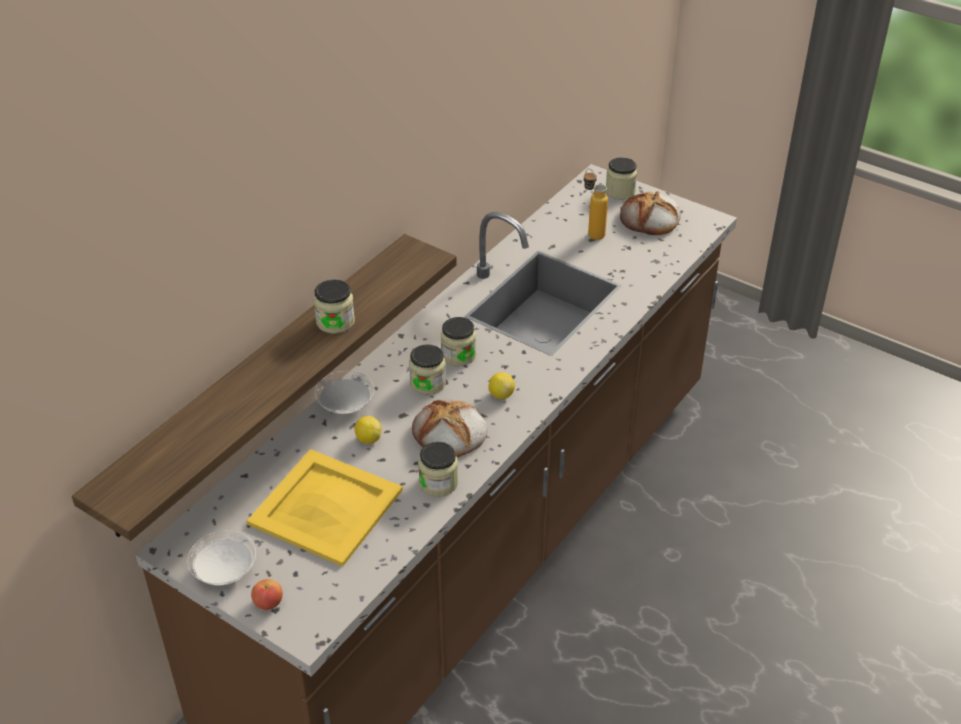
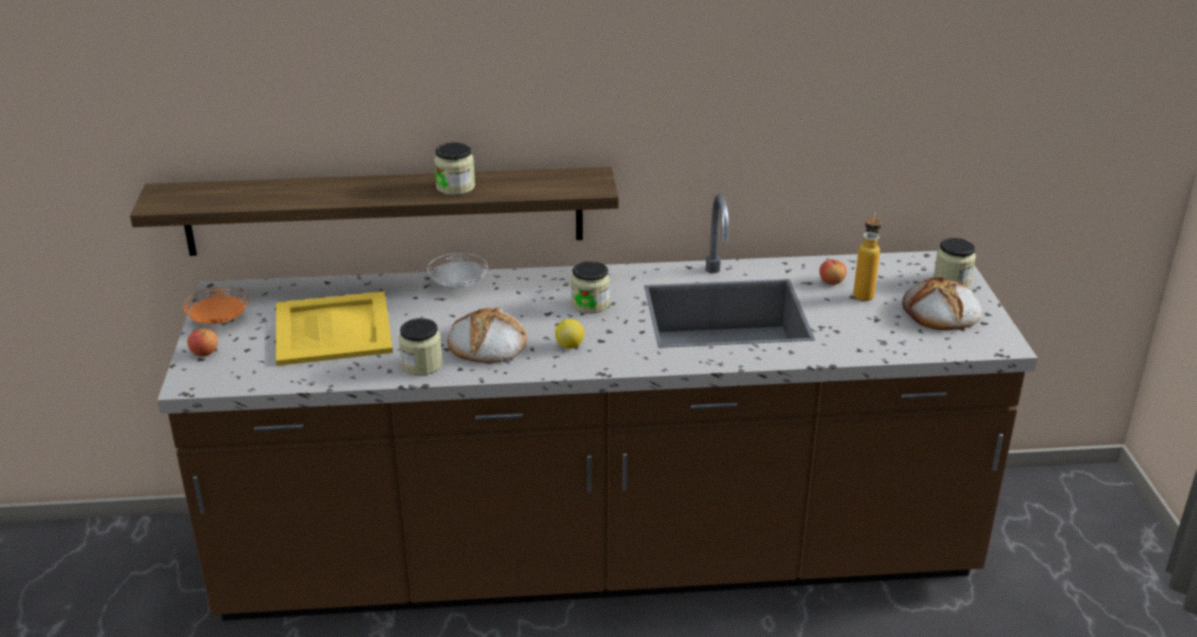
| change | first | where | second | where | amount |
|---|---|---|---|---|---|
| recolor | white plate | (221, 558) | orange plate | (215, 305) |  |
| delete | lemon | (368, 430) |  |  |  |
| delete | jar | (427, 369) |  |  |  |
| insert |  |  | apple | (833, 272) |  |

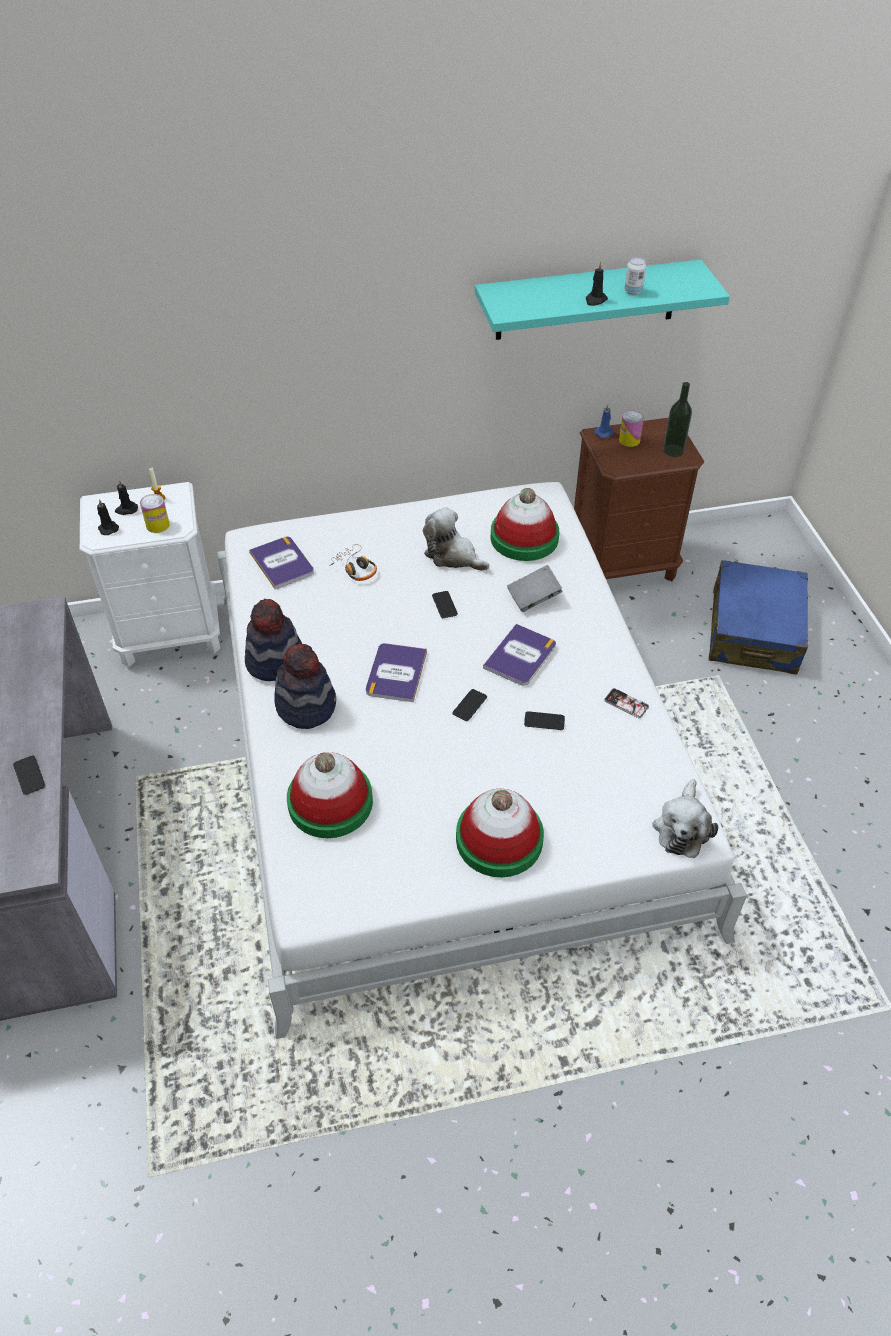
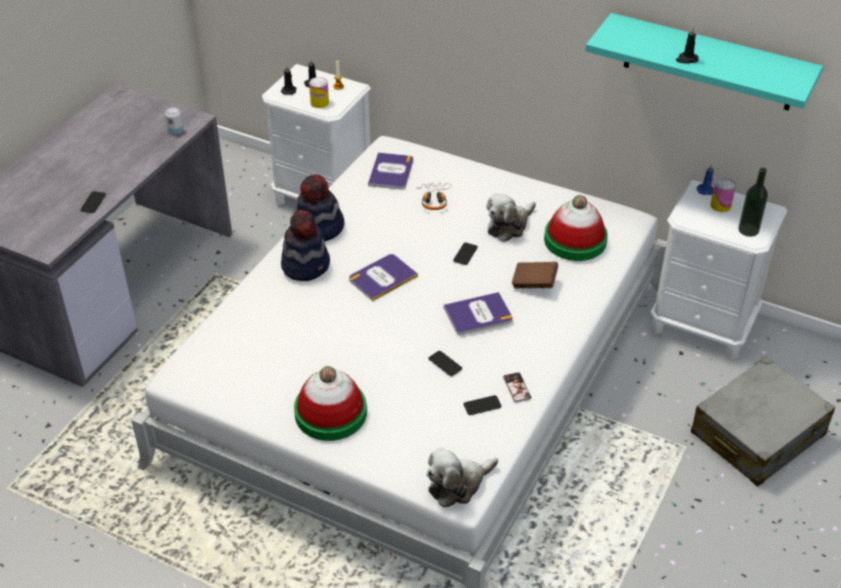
| change | first | where | second | where | amount |
|---|---|---|---|---|---|
| delete | hat | (330, 795) |  |  |  |
| rotate | plush toy | (456, 539) |  | (511, 218) | 120 degrees counterclockwise |
| move | phone | (469, 705) |  | (482, 405) |  |
| recolor | grey book | (535, 588) | brown book | (535, 275) |  |
| recolor | brown nightstand | (639, 499) | white nightstand | (718, 270) |  |
| move | can | (635, 276) |  | (174, 121) |  |
| recolor | blue suitcase | (758, 617) | grey suitcase | (763, 421) |  |

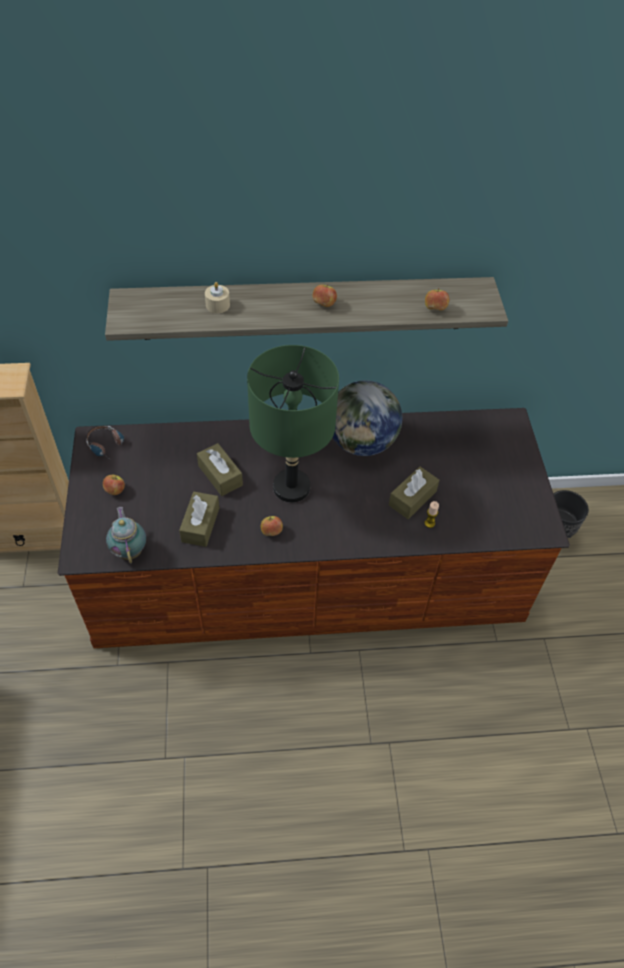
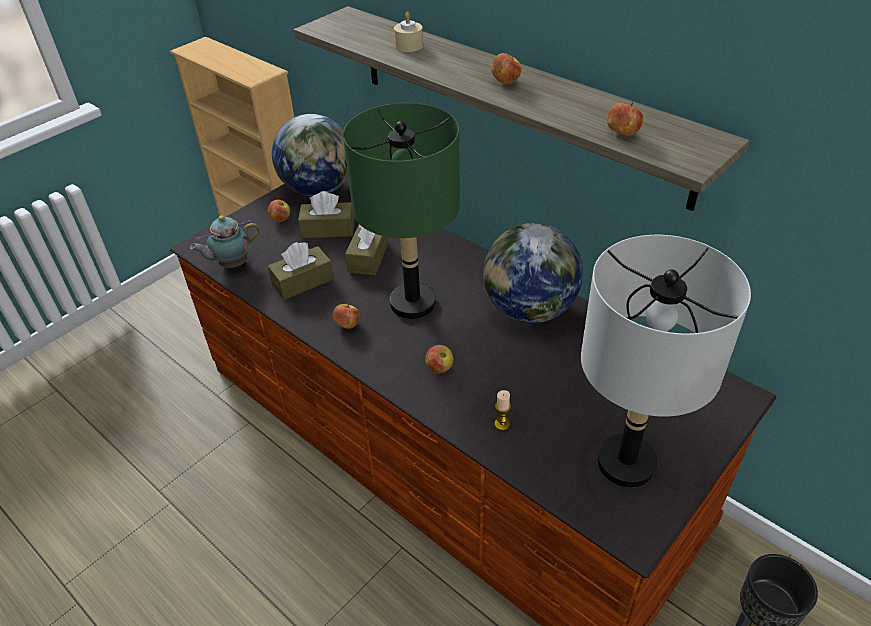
| change | first | where | second | where | amount |
|---|---|---|---|---|---|
| replace | headphones | (105, 444) | globe | (310, 155) |  |
| rotate | teapot | (126, 535) |  | (225, 241) | 150 degrees counterclockwise |
| move | brown tissue box | (414, 492) |  | (326, 214) |  |
| insert |  |  | apple | (439, 359) |  |
| insert |  |  | grey table lamp | (666, 361) |  |

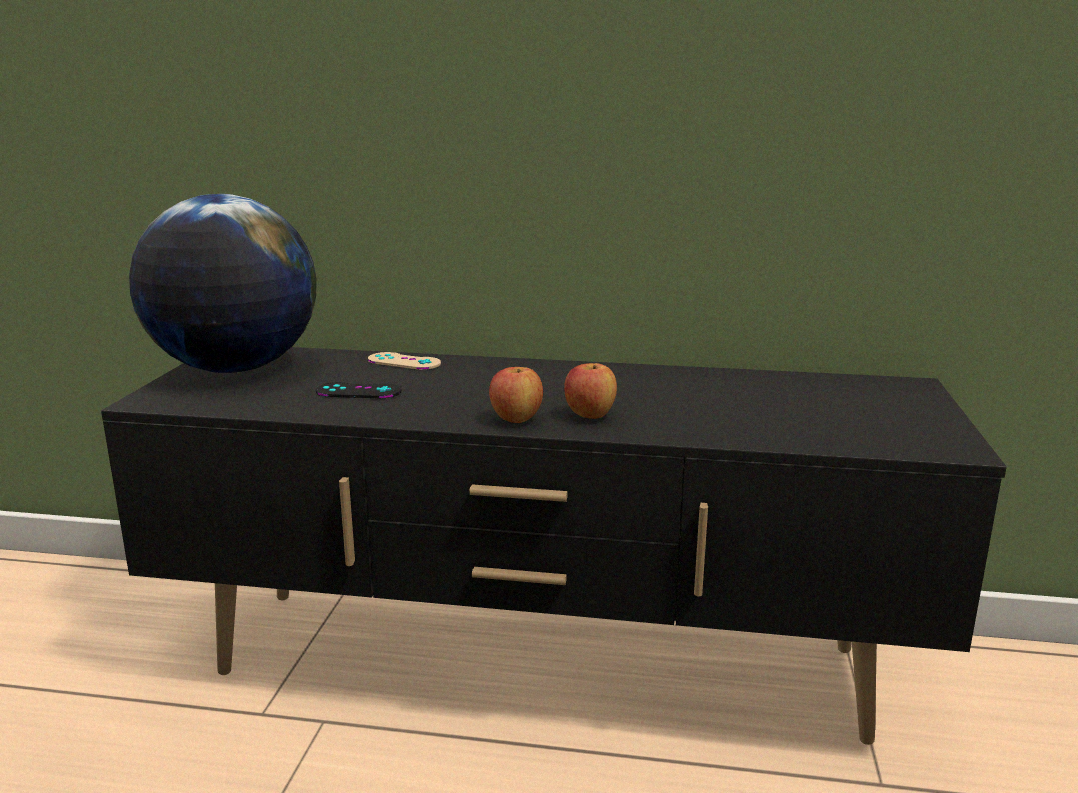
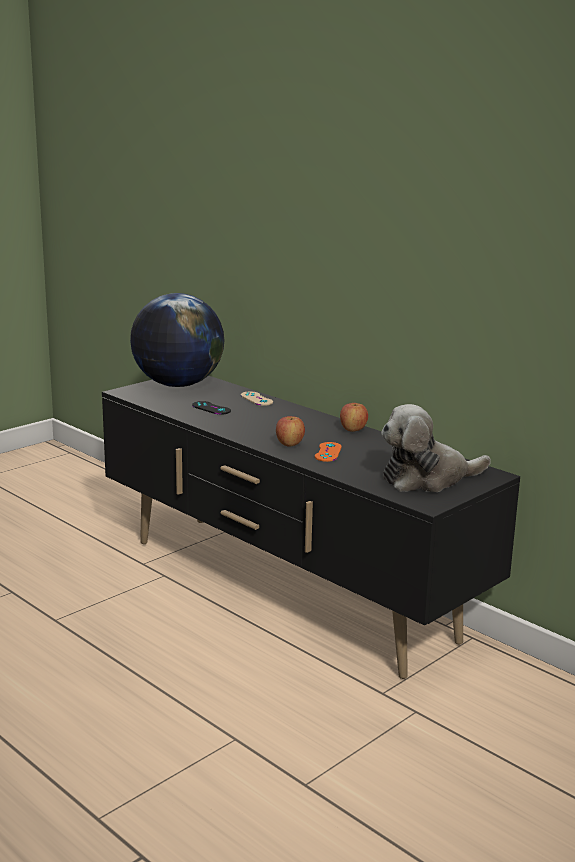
| change | first | where | second | where | amount |
|---|---|---|---|---|---|
| move | apple | (516, 395) |  | (354, 417) |  |
| insert |  |  | orange game controller | (328, 452) |  |
| insert |  |  | plush toy | (436, 448) |  |

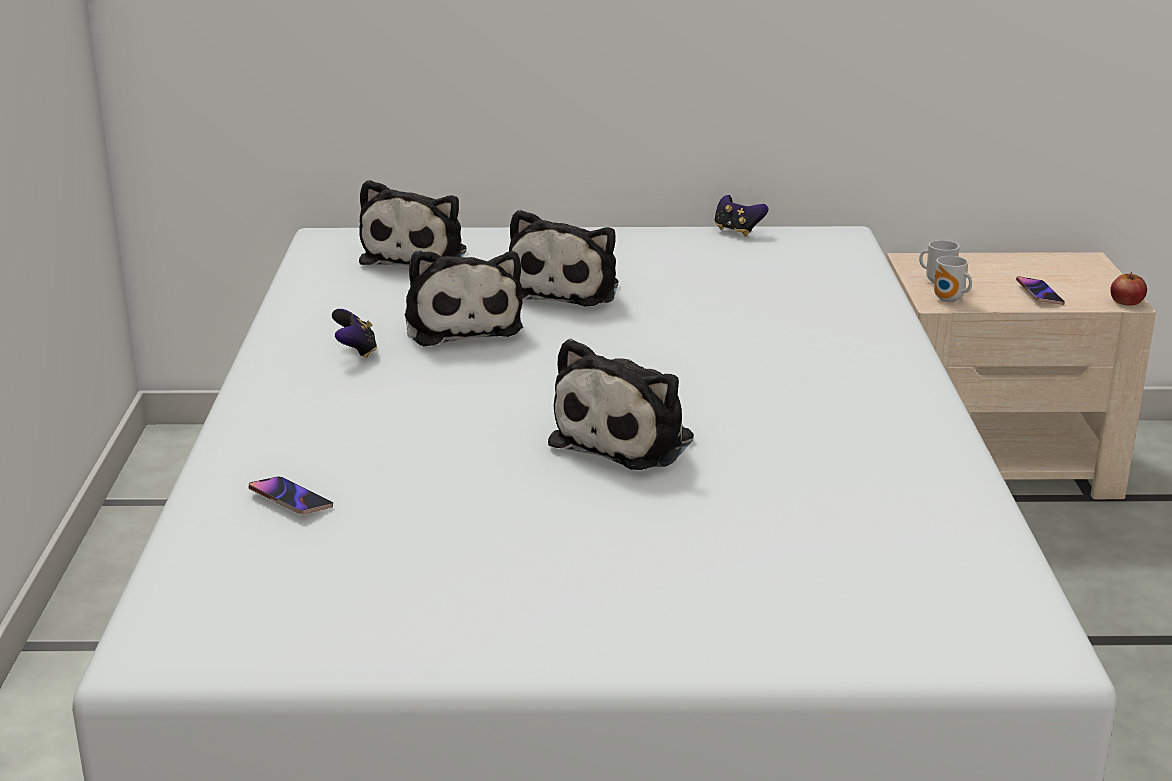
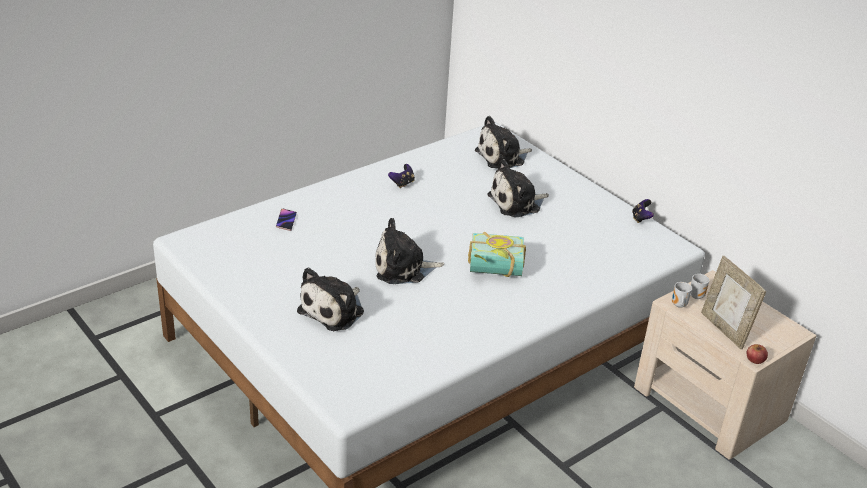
| change | first | where | second | where | amount |
|---|---|---|---|---|---|
| move | plush toy | (464, 298) |  | (330, 299) |  |
| replace | phone | (1040, 290) | picture frame | (733, 302) |  |
| insert |  |  | book | (497, 254) |  |

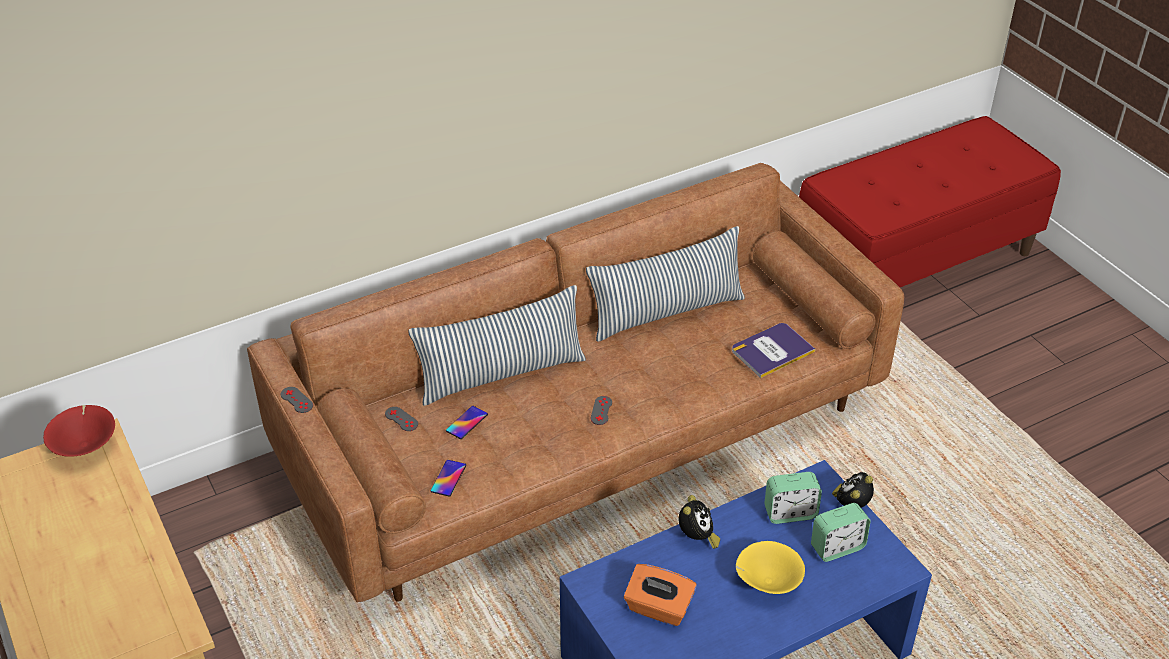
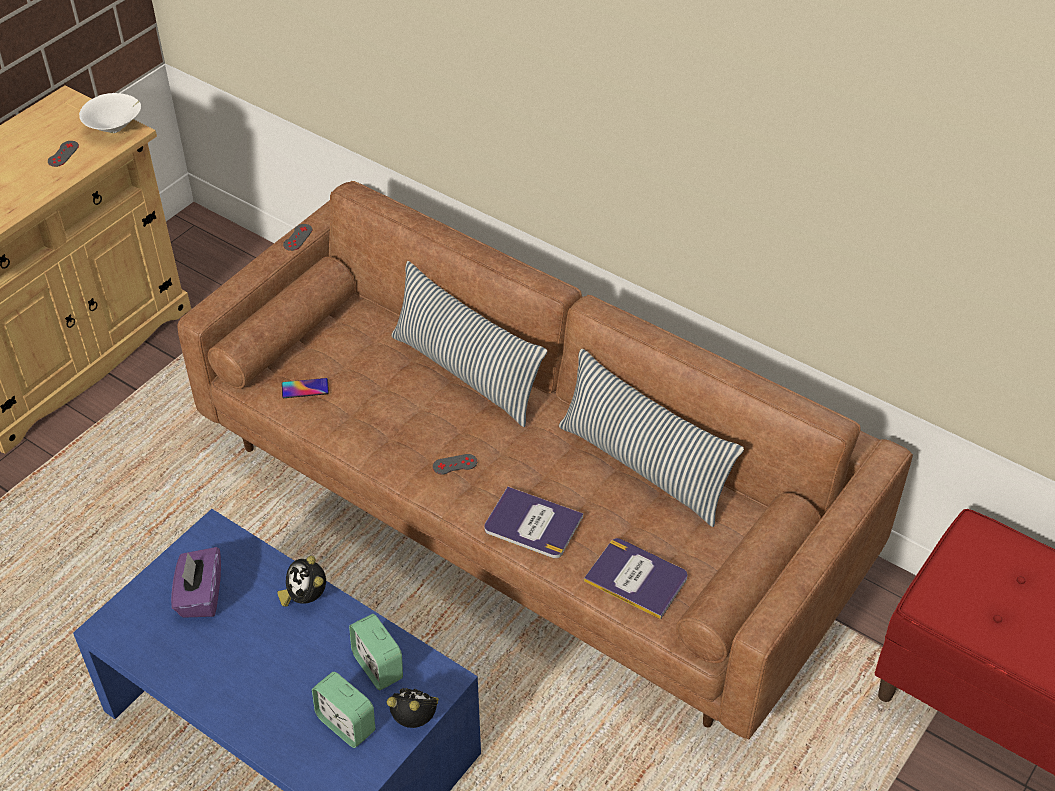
| change | first | where | second | where | amount |
|---|---|---|---|---|---|
| recolor | red bowl | (79, 431) | white bowl | (110, 113) |  |
| move | grey game controller | (401, 419) |  | (63, 154) |  |
| delete | phone | (467, 422) |  |  |  |
| recolor | orange tissue box | (660, 595) | purple tissue box | (196, 582) |  |
| rotate | alarm clock | (699, 522) |  | (301, 581) | 75 degrees clockwise |
| delete | yellow bowl | (770, 567) |  |  |  |
| insert |  |  | book | (533, 523) |  |

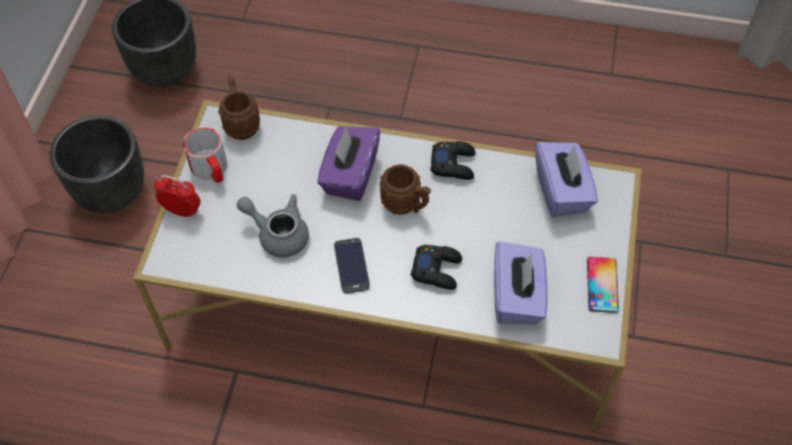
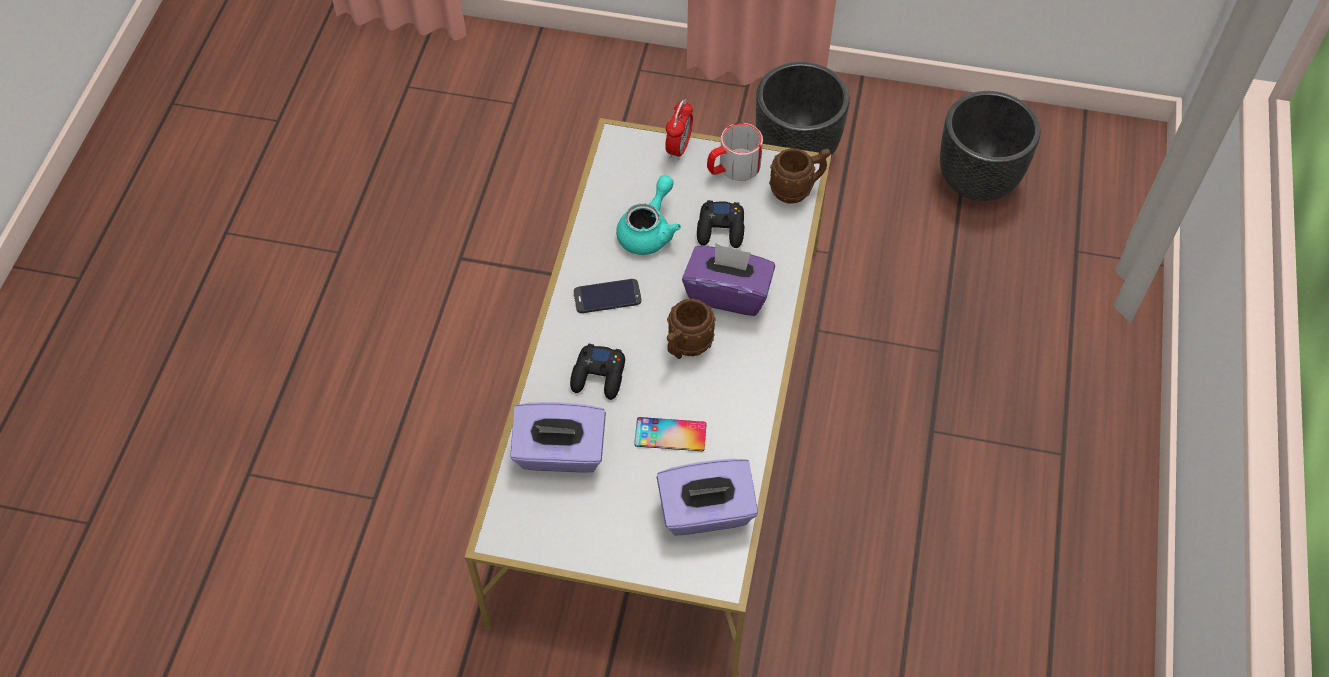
| change | first | where | second | where | amount |
|---|---|---|---|---|---|
| recolor | grey teapot | (272, 225) | turquoise teapot | (648, 215) |  |
| move | black game controller | (453, 160) |  | (720, 224) |  |
| move | phone | (603, 285) |  | (670, 434) |  |

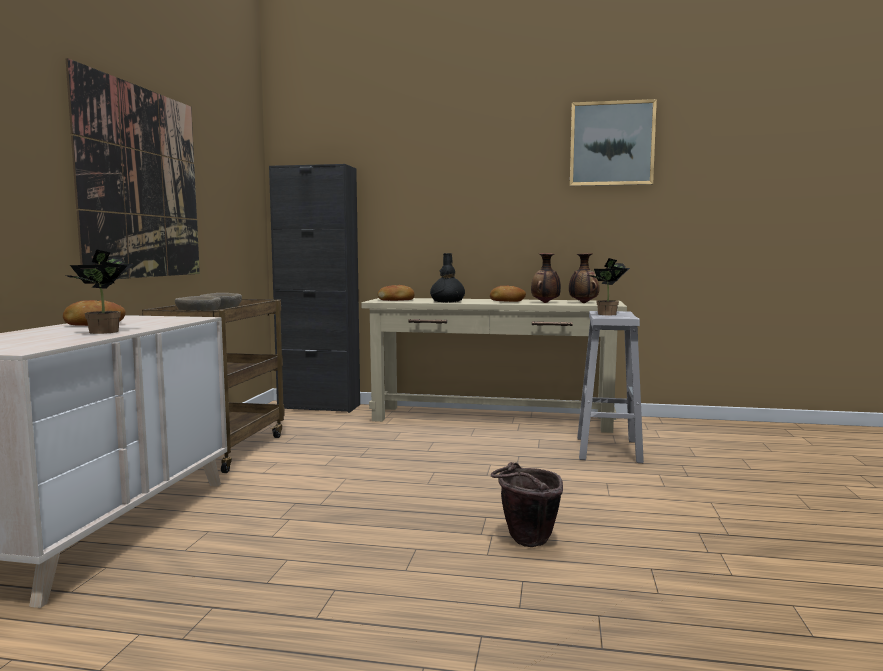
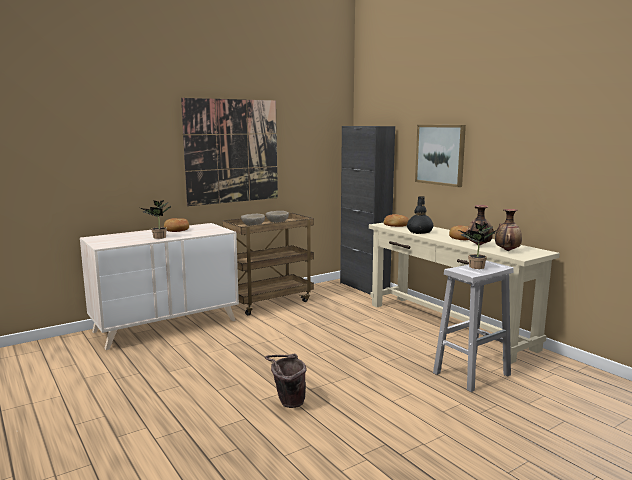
| change | first | where | second | where | amount |
|---|---|---|---|---|---|
| move | picture | (613, 142) |  | (440, 156) |  |

